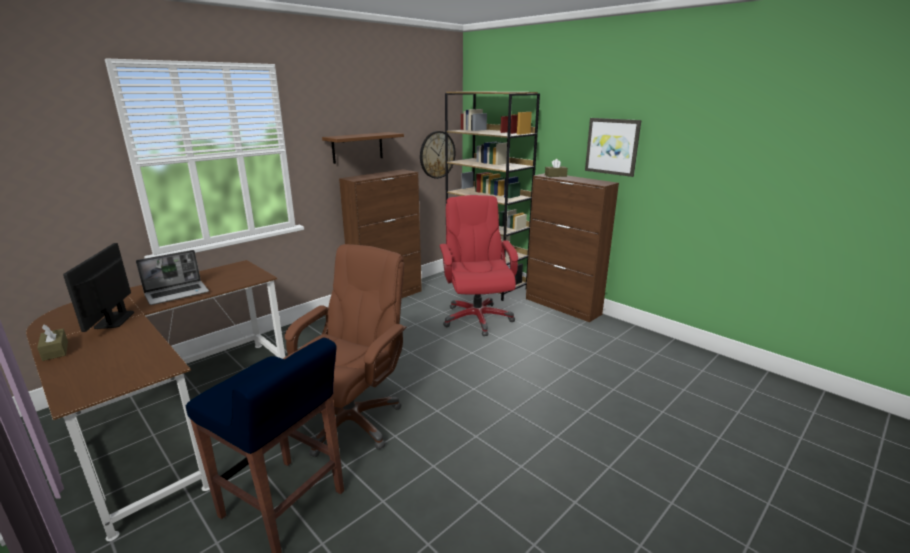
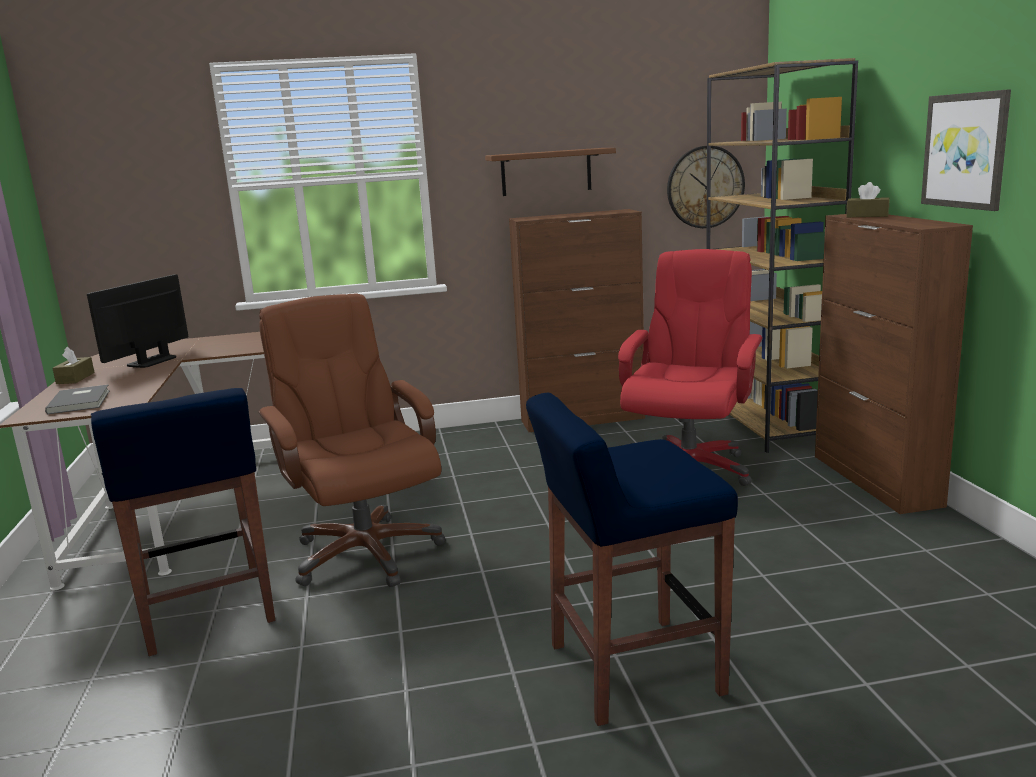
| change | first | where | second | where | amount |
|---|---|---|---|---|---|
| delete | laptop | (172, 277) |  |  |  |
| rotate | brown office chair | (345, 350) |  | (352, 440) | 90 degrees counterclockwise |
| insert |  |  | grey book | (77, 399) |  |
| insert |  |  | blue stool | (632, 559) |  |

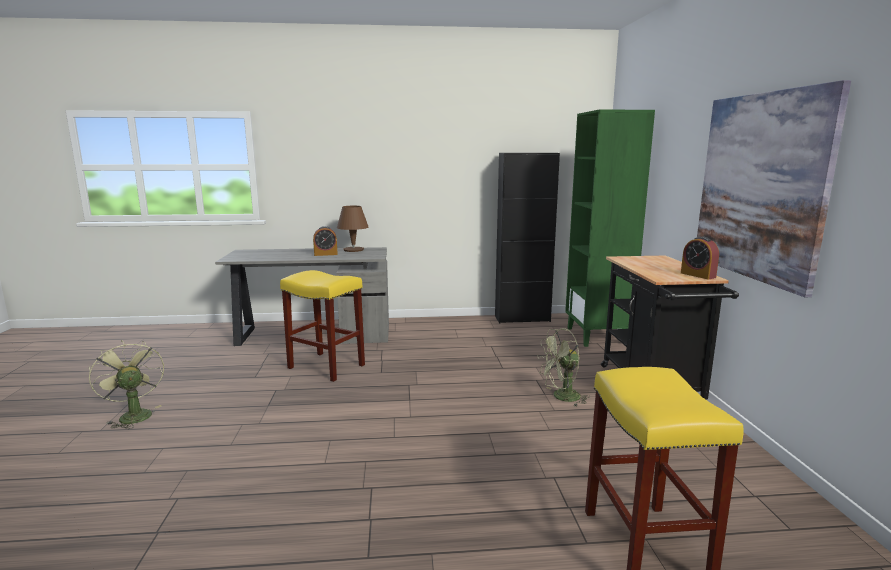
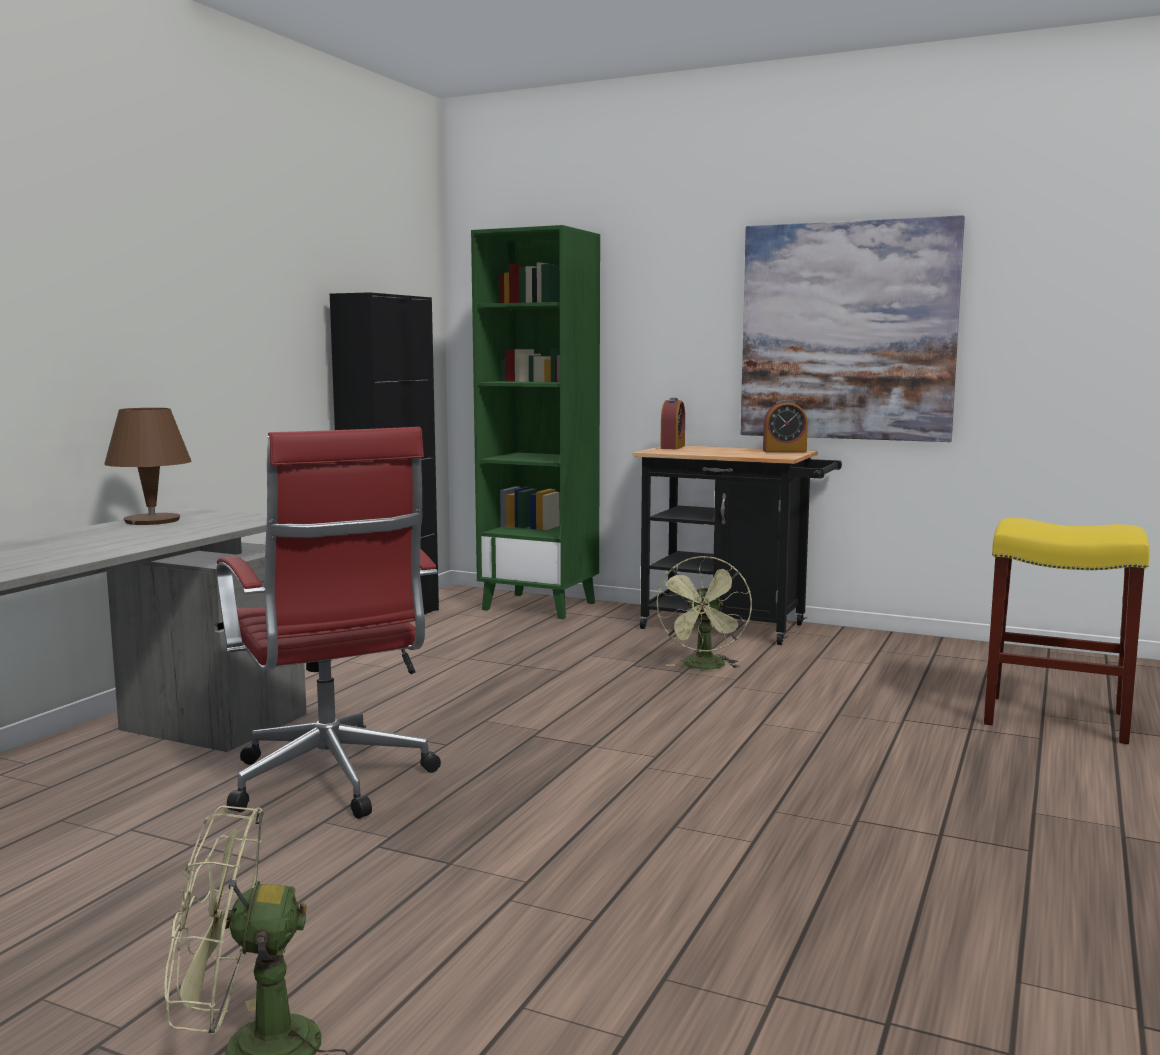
| change | first | where | second | where | amount |
|---|---|---|---|---|---|
| replace | yellow stool | (322, 326) | red office chair | (328, 623) |  |
| move | alarm clock | (325, 241) |  | (672, 423) |  |

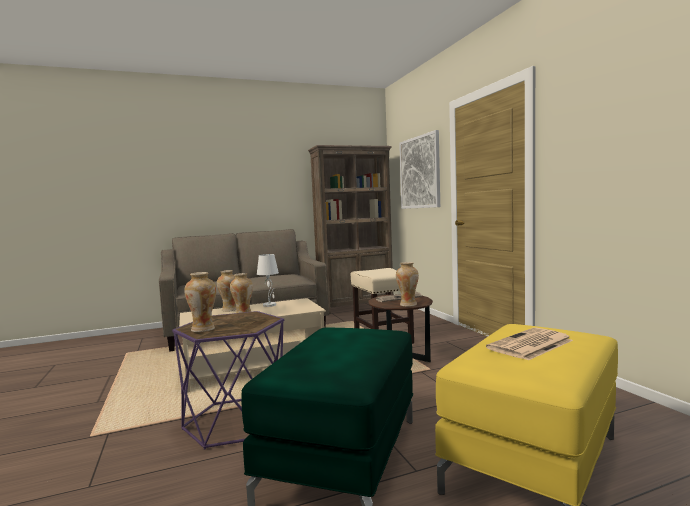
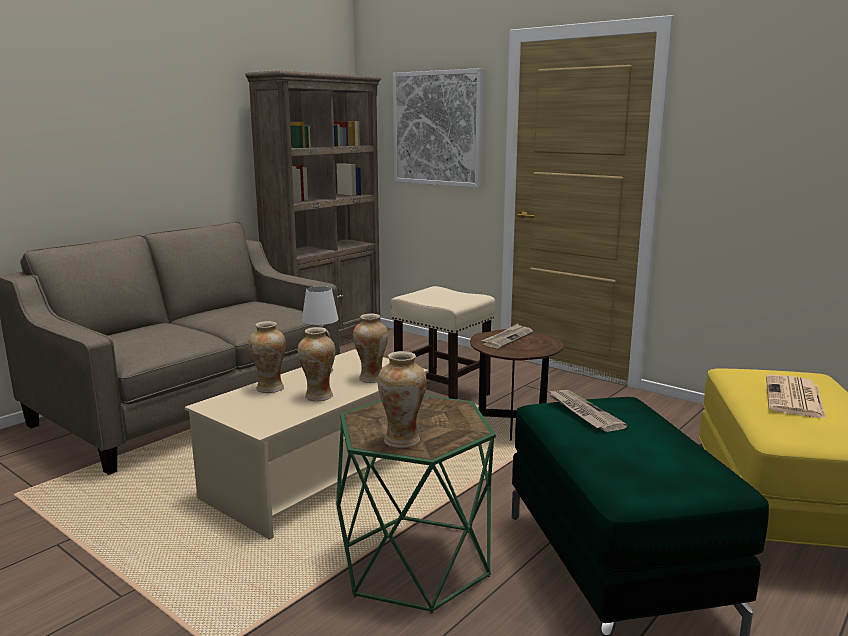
| change | first | where | second | where | amount |
|---|---|---|---|---|---|
| recolor | purple side table | (228, 380) | green side table | (416, 504) |  |
| move | vase | (407, 284) |  | (370, 348) |  |
| insert |  |  | newspaper | (588, 411) |  |

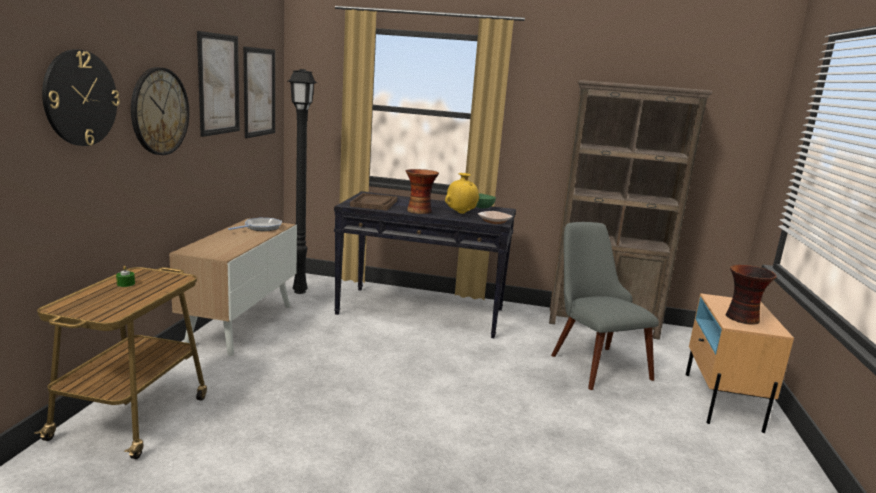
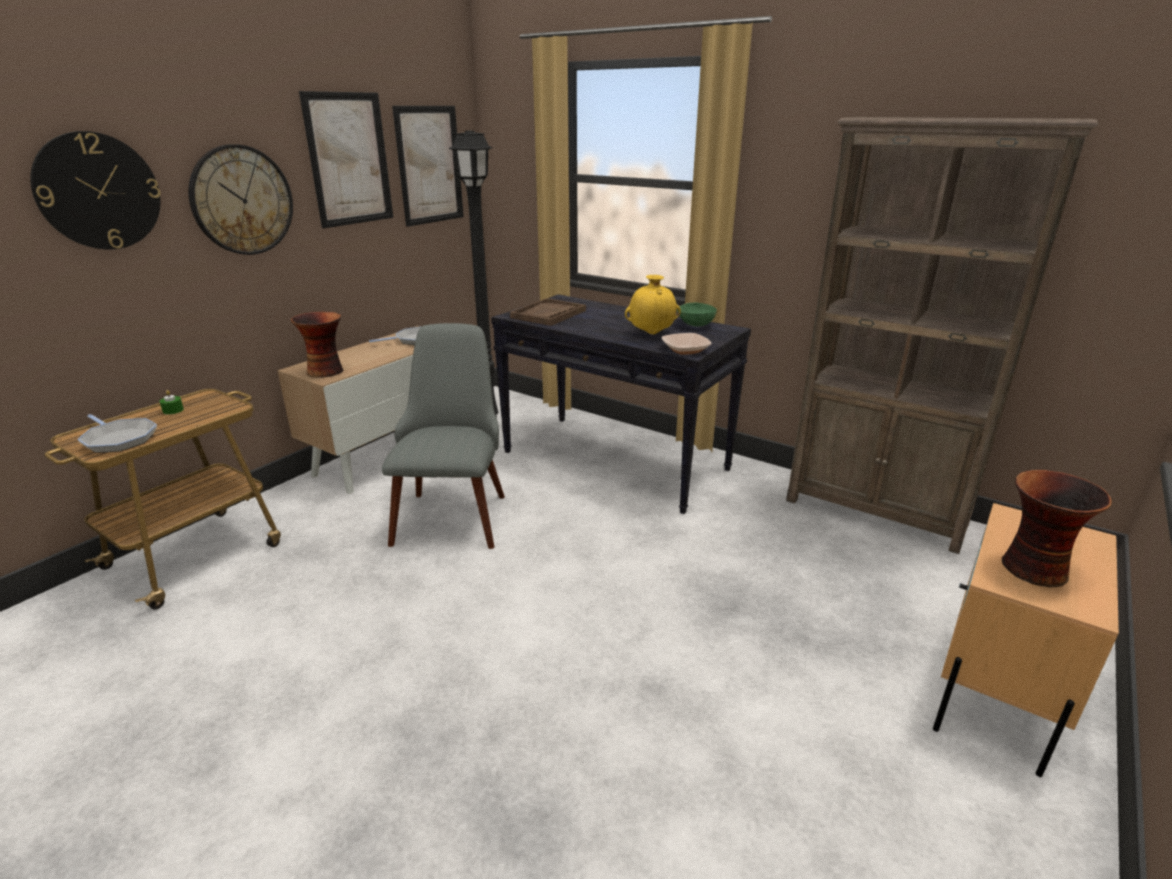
| change | first | where | second | where | amount |
|---|---|---|---|---|---|
| move | vase | (422, 191) |  | (317, 345) |  |
| move | grey chair | (605, 306) |  | (443, 436) |  |
| insert |  |  | frying pan | (117, 433) |  |

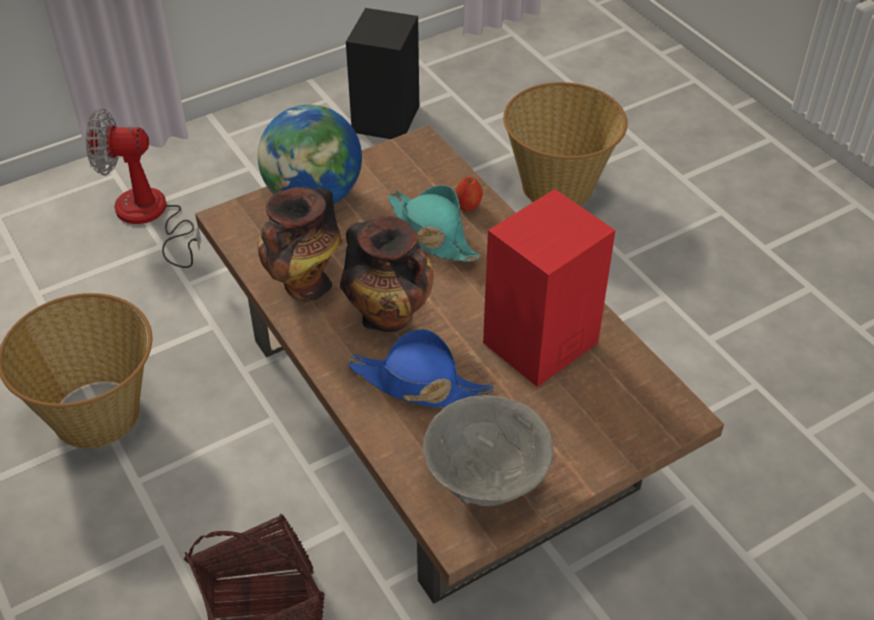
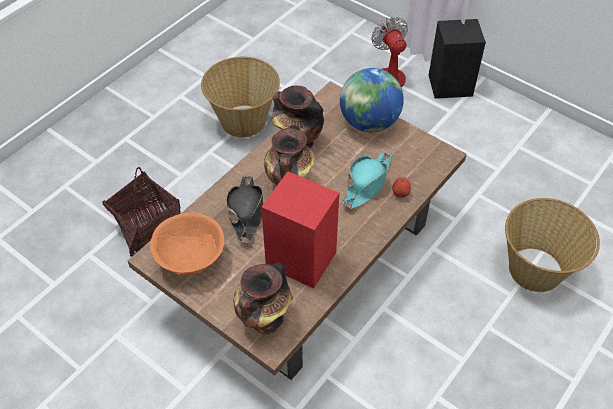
| change | first | where | second | where | amount |
|---|---|---|---|---|---|
| move | black speaker | (382, 73) |  | (457, 59) |  |
| recolor | blue hat | (420, 368) | black hat | (244, 209) |  |
| recolor | grey bowl | (488, 450) | orange bowl | (187, 244) |  |
| insert |  |  | vase | (263, 298) |  |

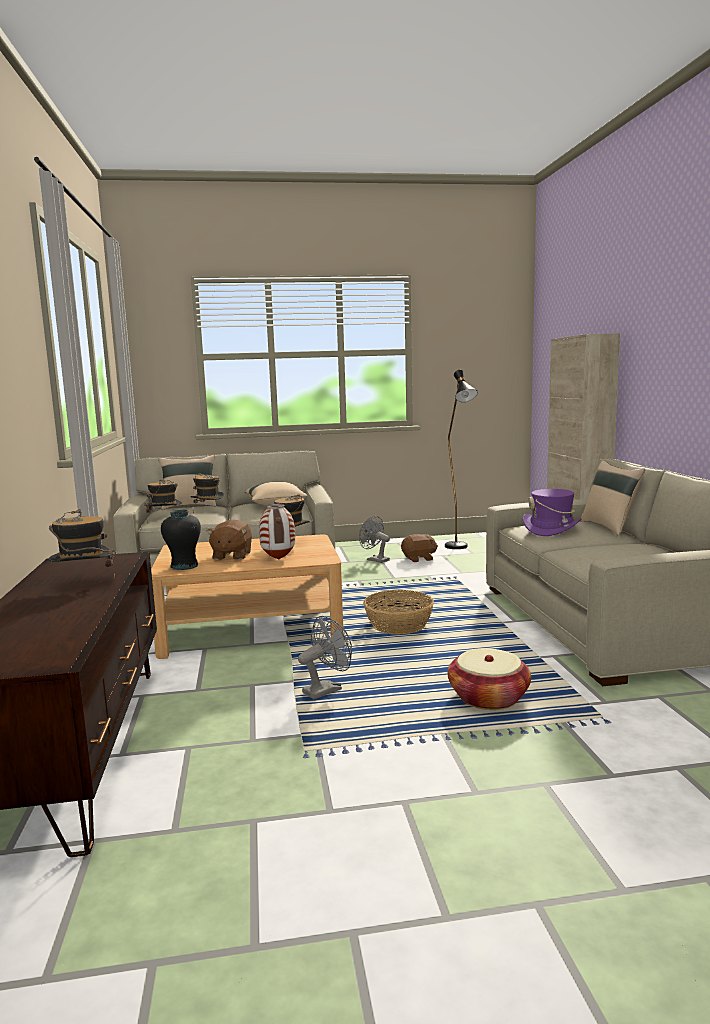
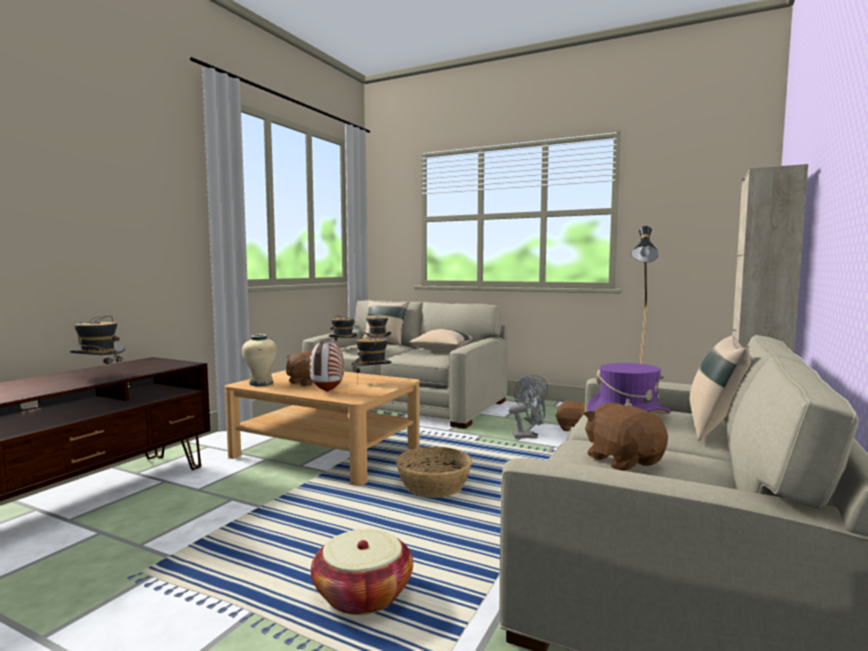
| change | first | where | second | where | amount |
|---|---|---|---|---|---|
| recolor | black vase | (181, 540) | beige vase | (259, 360) |  |
| move | grey fan | (325, 658) |  | (526, 412) |  |
| insert |  |  | brown plush toy | (626, 437) |  |

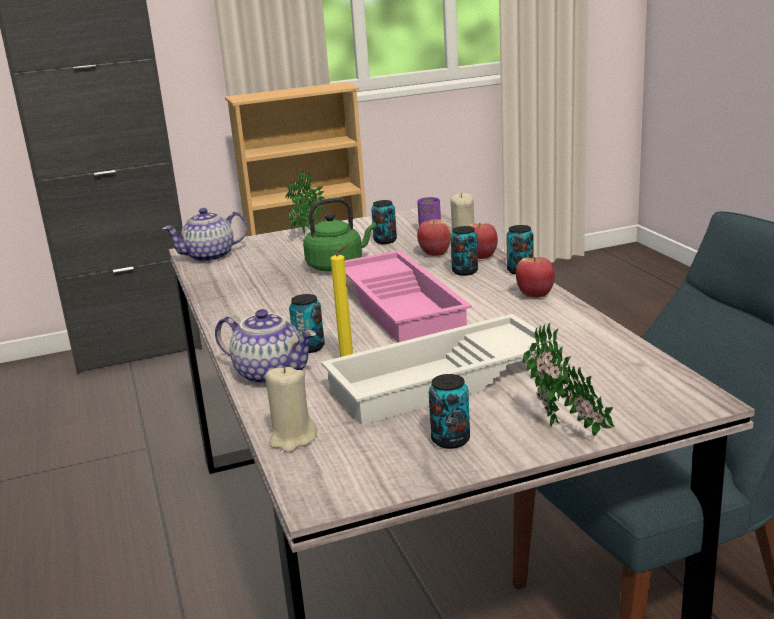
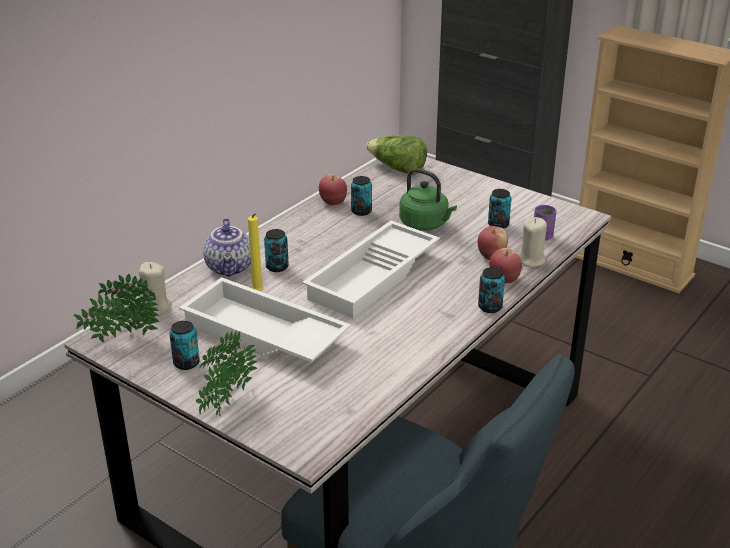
| change | first | where | second | where | amount |
|---|---|---|---|---|---|
| replace | teapot | (205, 235) | lettuce | (396, 155) |  |
| move | potted plant | (306, 203) |  | (116, 308) |  |
| recolor | pink tray | (408, 296) | white tray | (371, 269) |  |
| move | can | (464, 251) |  | (361, 196) |  |
| move | apple | (535, 277) |  | (333, 189) |  |

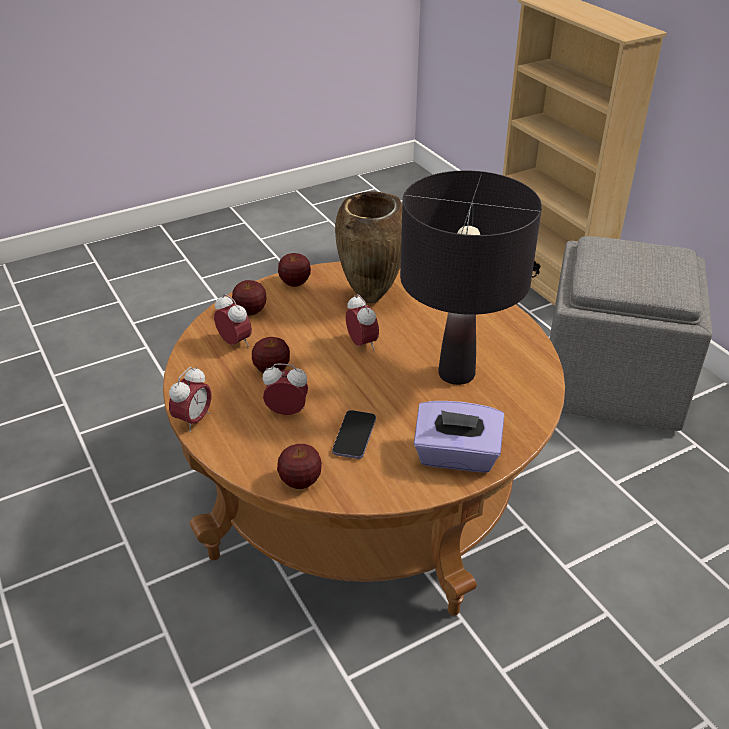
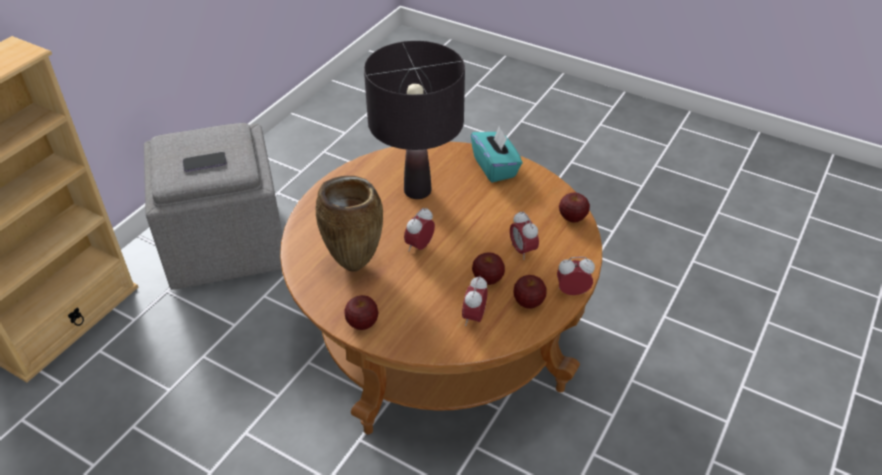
| change | first | where | second | where | amount |
|---|---|---|---|---|---|
| move | apple | (249, 297) |  | (530, 292) |  |
| move | phone | (354, 434) |  | (205, 162) |  |
| recolor | purple tissue box | (459, 437) | turquoise tissue box | (496, 155) |  |

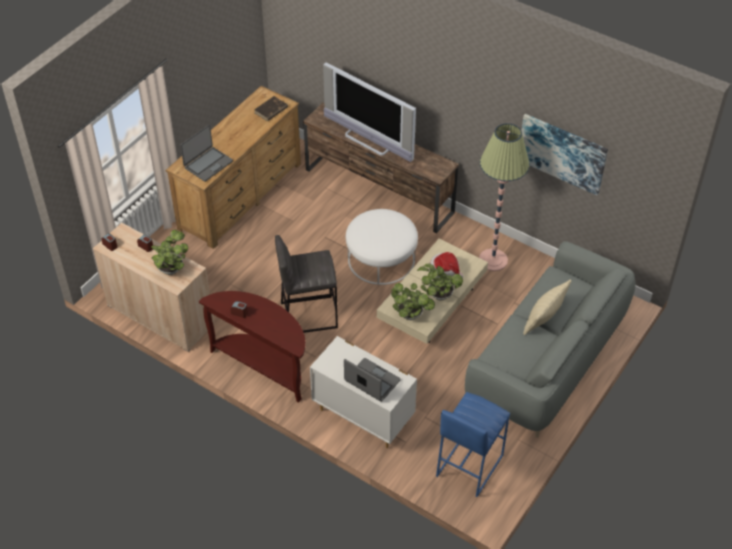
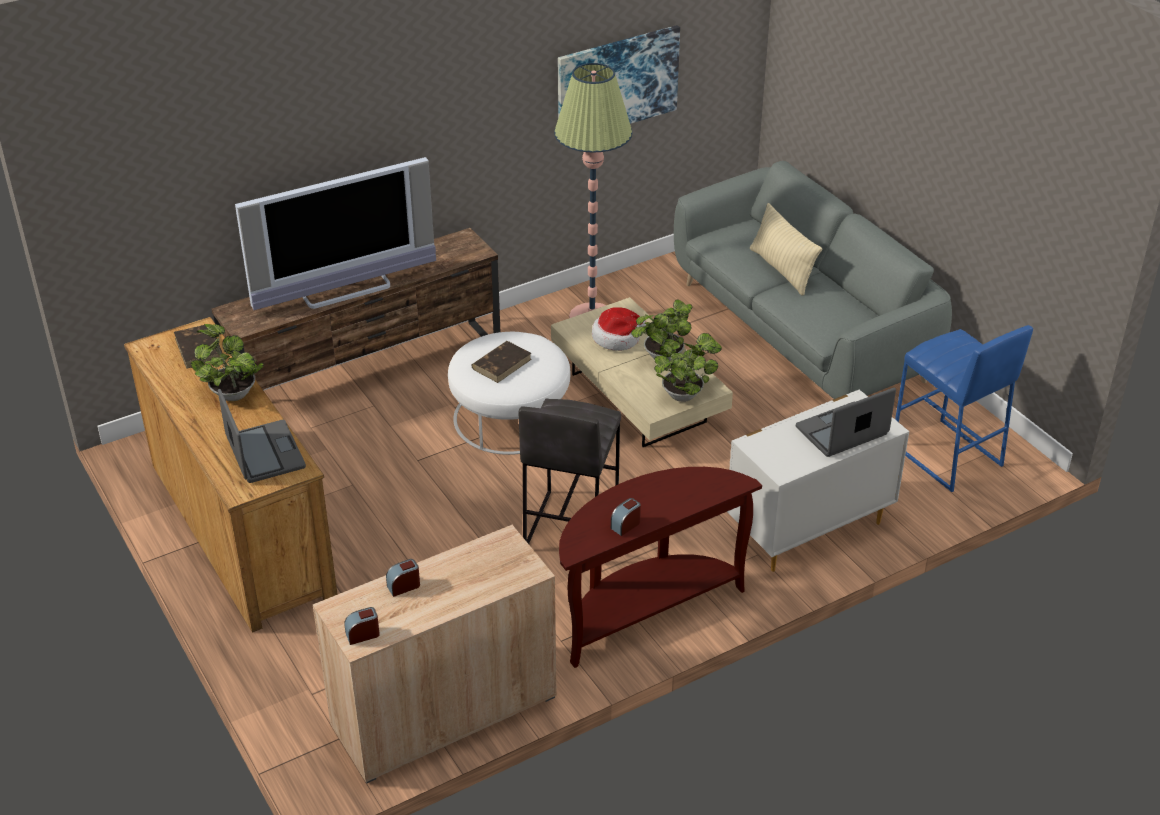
| change | first | where | second | where | amount |
|---|---|---|---|---|---|
| move | potted plant | (169, 252) |  | (227, 362) |  |
| insert |  |  | brown book | (501, 362) |  |

